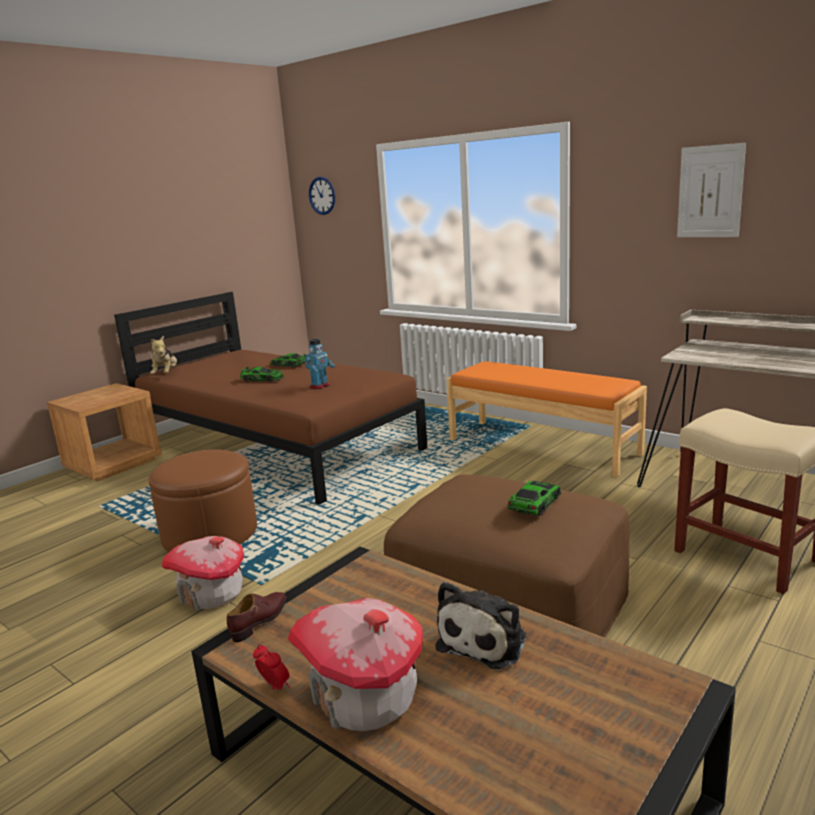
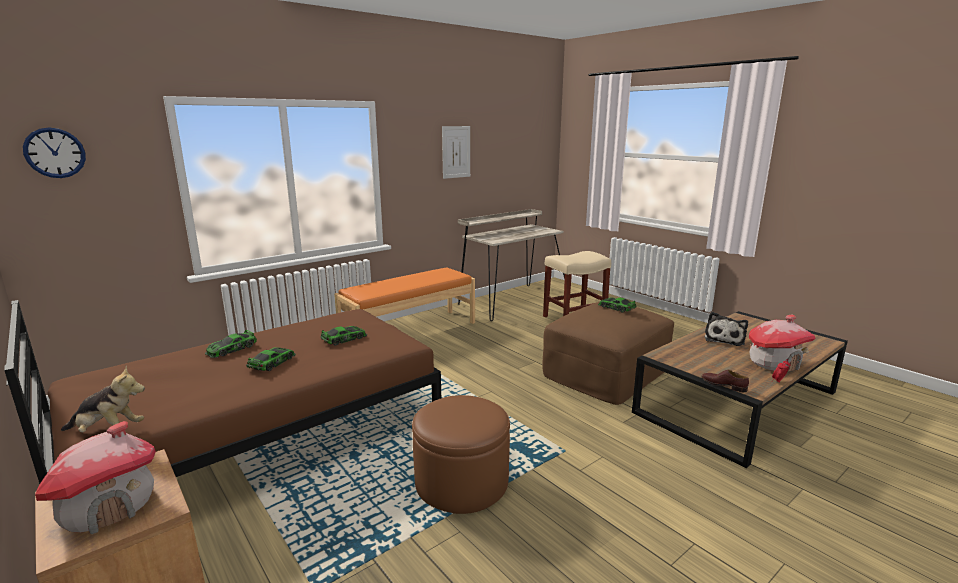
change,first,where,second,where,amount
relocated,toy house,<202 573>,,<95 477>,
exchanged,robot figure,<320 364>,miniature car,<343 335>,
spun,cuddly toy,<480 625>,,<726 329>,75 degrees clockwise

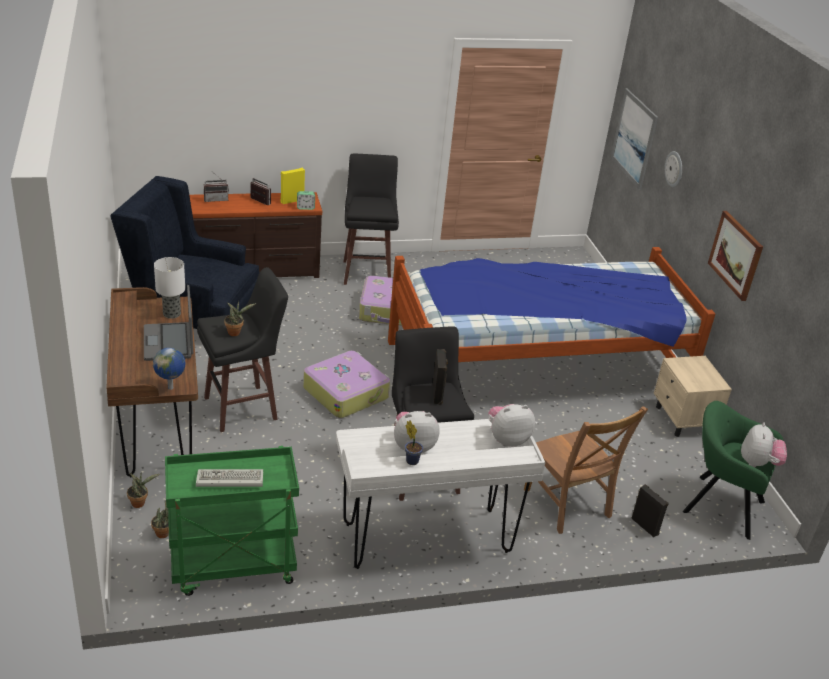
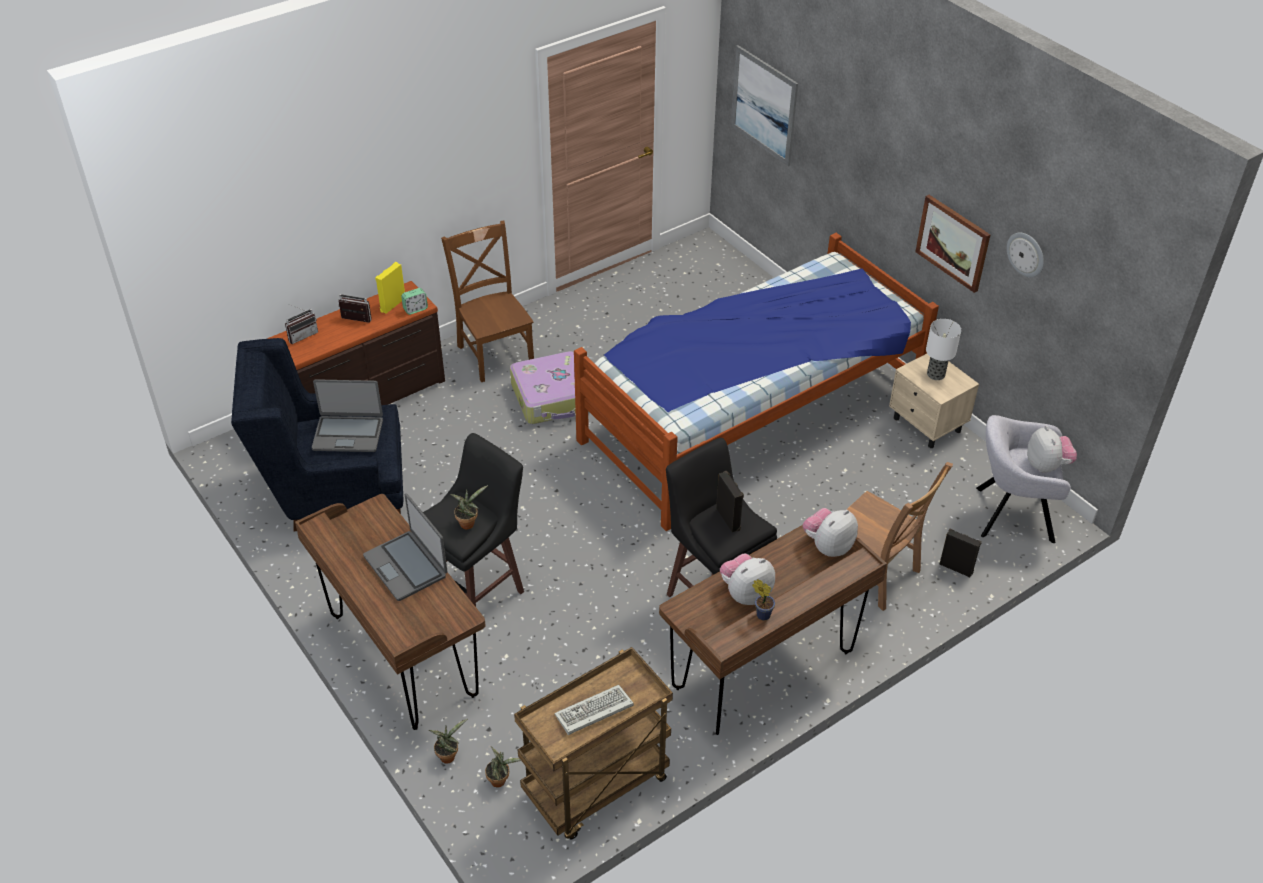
change,first,where,second,where,amount
missing,world globe,<169 369>,,,
missing,travel case,<346 384>,,,
appeared,,,portable computer,<347 415>,
relocated,lamp for a table,<169 288>,,<943 349>,
relocated,wall clock,<673 169>,,<1025 255>,
exchanged,blackish stool seat,<371 219>,brown-coloured chair,<487 301>,
colour,greenish trolley,<232 521>,brown-coloured trolley,<593 743>,
colour,whitish desk,<440 494>,brown-coloured desk,<773 630>,
colour,greenish lounge chair,<733 470>,grey lounge chair,<1023 479>,

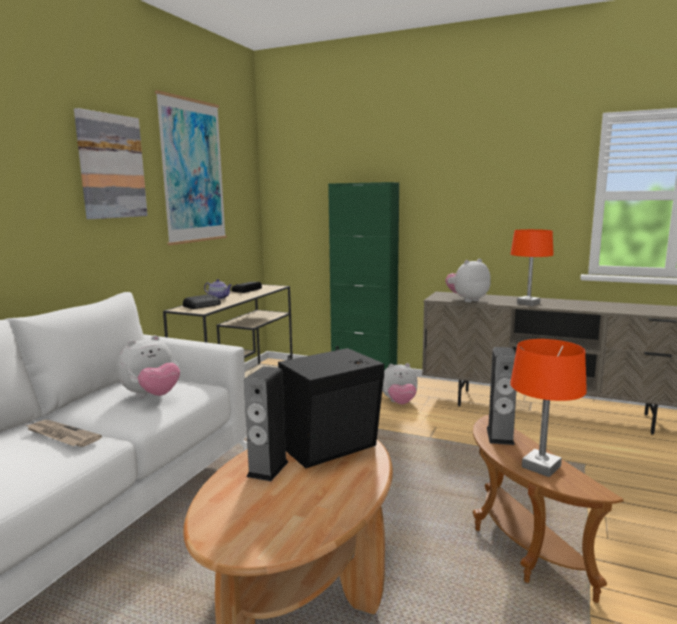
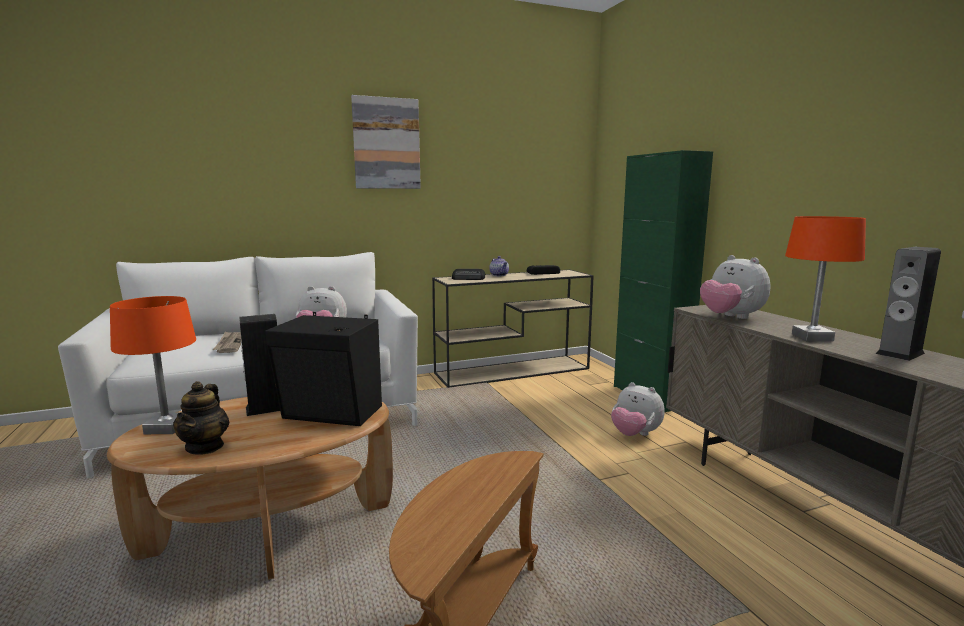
change,first,where,second,where,amount
missing,picture,<191 167>,,,
appeared,,,pot for tea,<201 418>,
relocated,loudspeaker,<501 396>,,<908 304>,
relocated,orange lamp for a table,<548 408>,,<153 365>,
spun,cuddly toy,<468 280>,,<735 287>,135 degrees counterclockwise

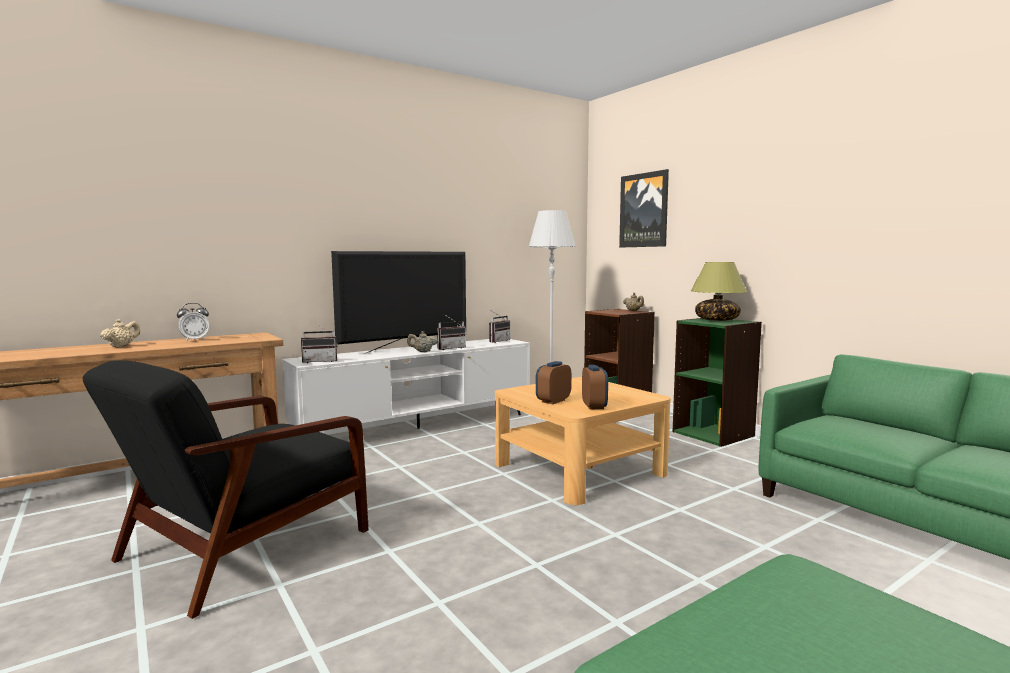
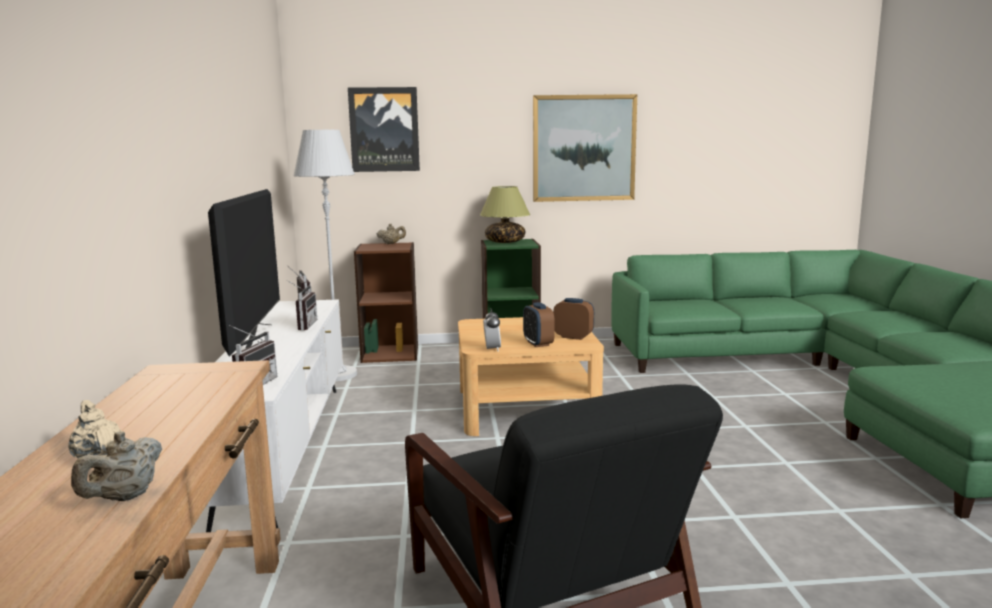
change,first,where,second,where,amount
appeared,,,picture,<585 148>,
relocated,bedside clock,<193 322>,,<492 329>,
relocated,beige-coloured pot for tea,<422 342>,,<116 466>,

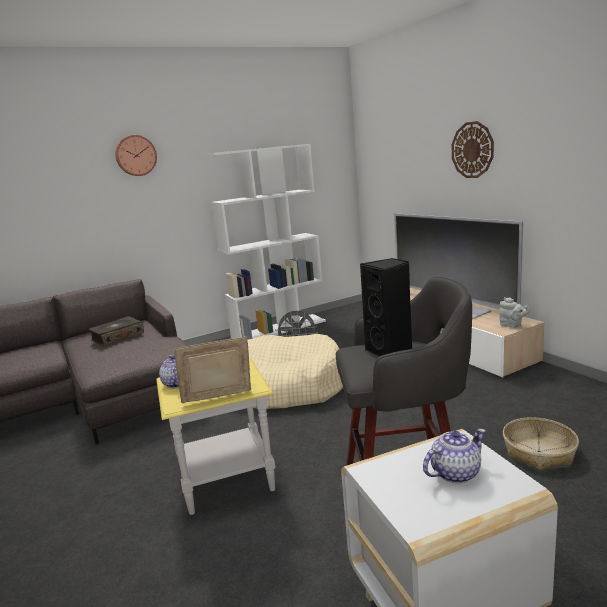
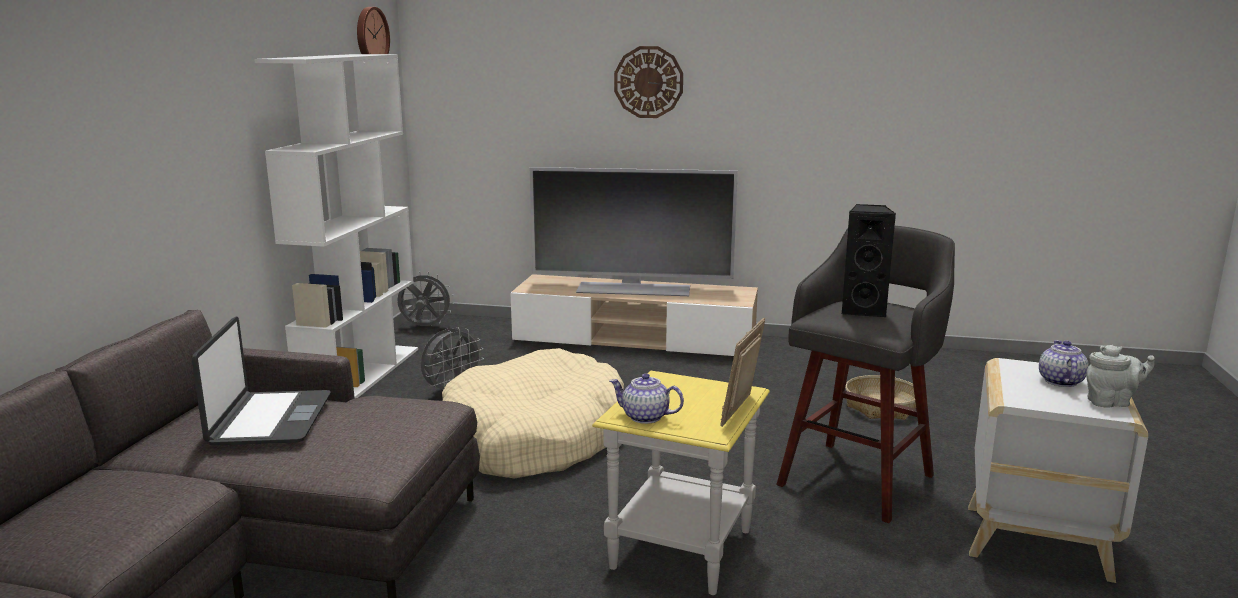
change,first,where,second,where,amount
appeared,,,grey fan,<425 298>,
relocated,wall clock,<136 155>,,<373 30>,
relocated,grey pot for tea,<514 312>,,<1120 376>,
exchanged,bound book,<116 331>,portable computer,<261 381>,

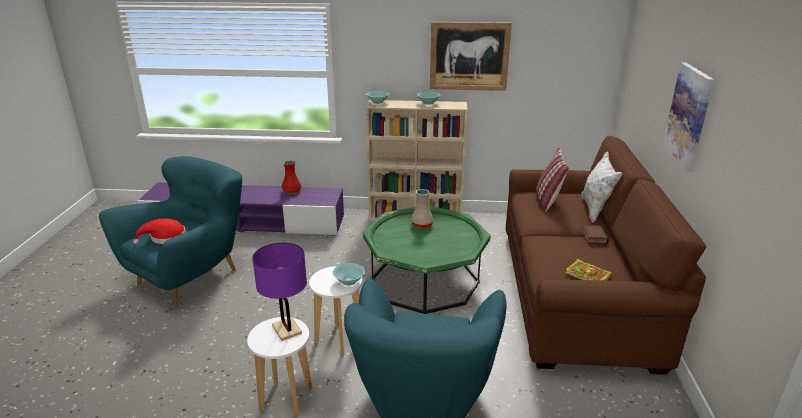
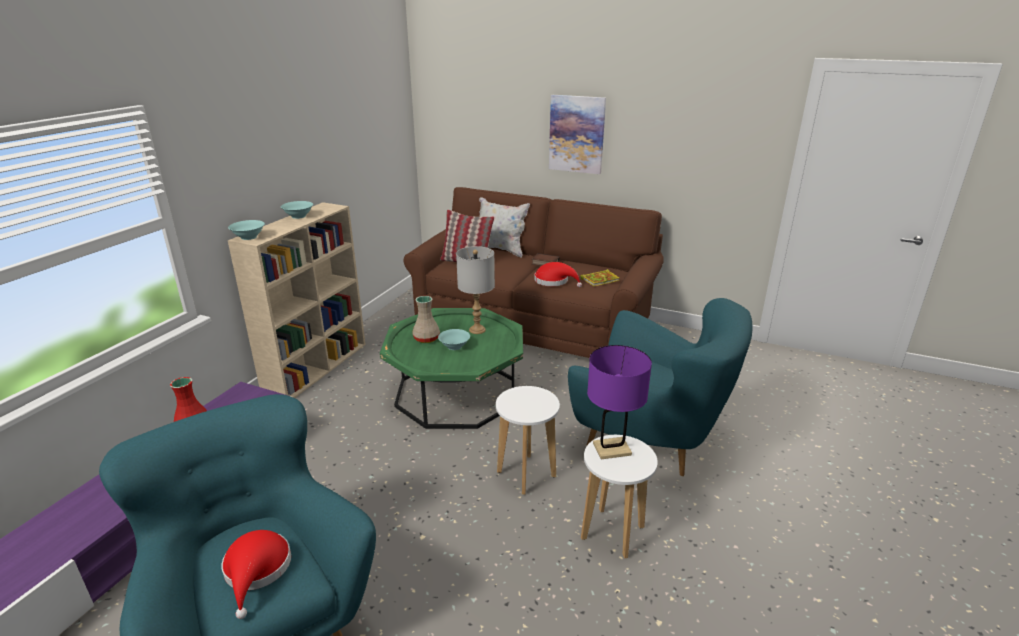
change,first,where,second,where,amount
missing,picture,<471 56>,,,
appeared,,,grey lamp for a table,<475 290>,
appeared,,,reddish clothing hat,<558 274>,
relocated,turquoise bowl,<348 274>,,<454 339>,

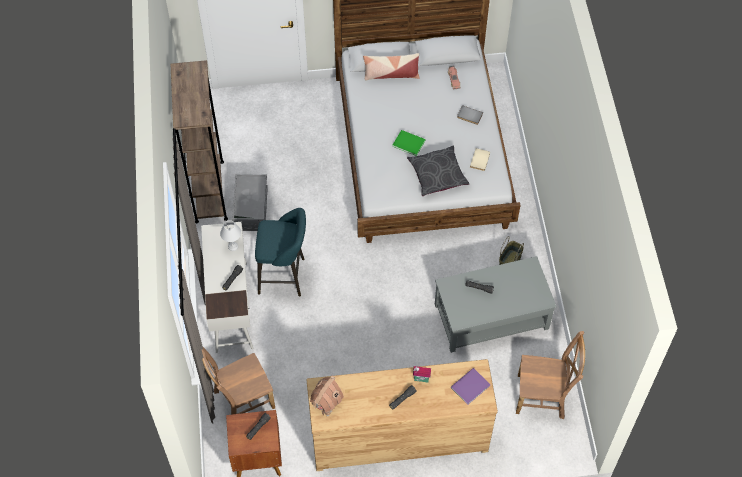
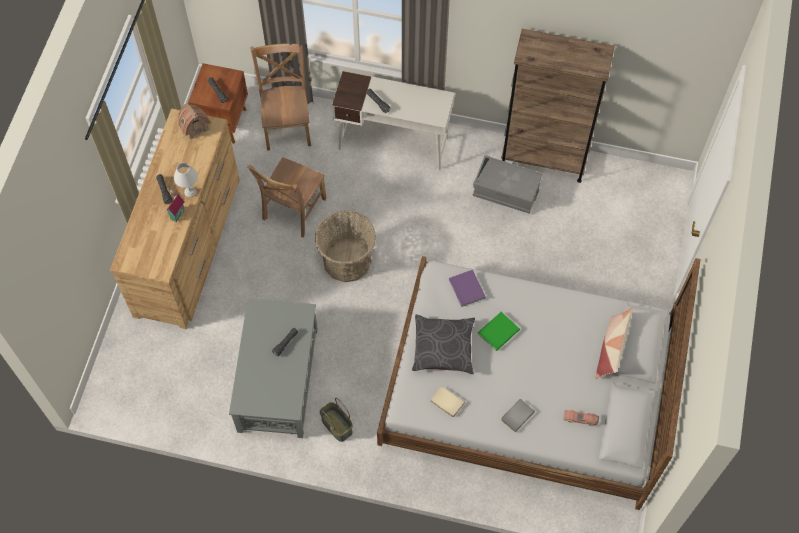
change,first,where,second,where,amount
missing,turquoise stool seat,<280 252>,,,
appeared,,,household basket,<345 246>,
relocated,whitish lamp for a table,<230 235>,,<186 180>,
relocated,purple-coloured bound book,<471 386>,,<467 288>,
relocated,brown-coloured chair,<550 375>,,<286 197>,

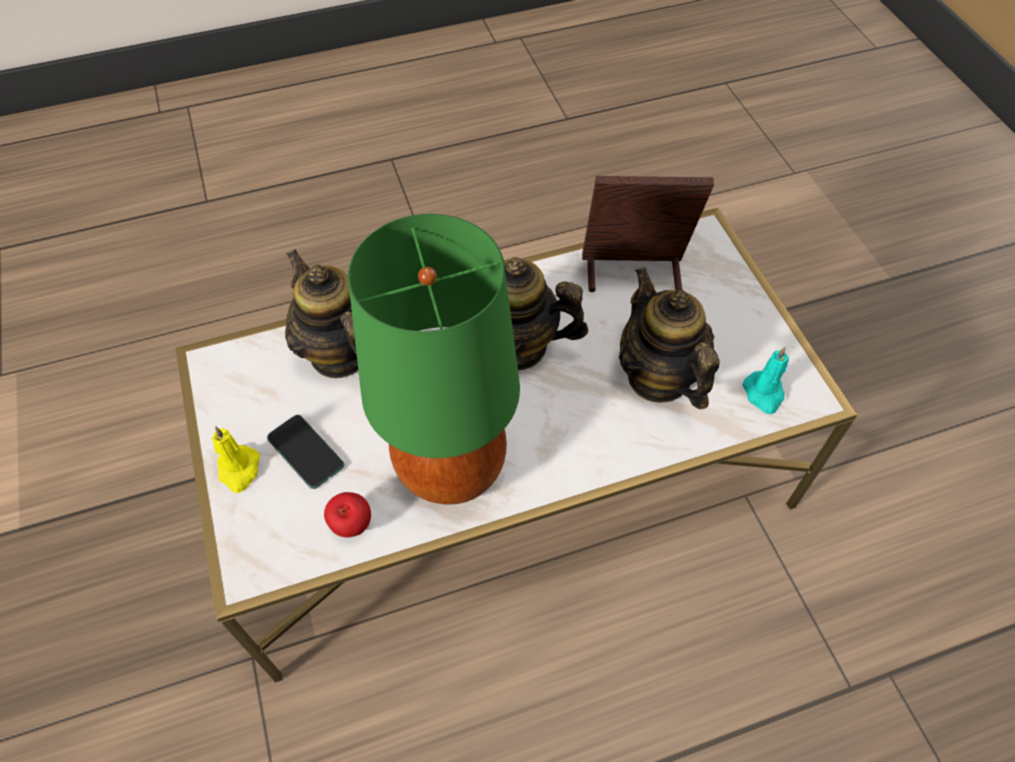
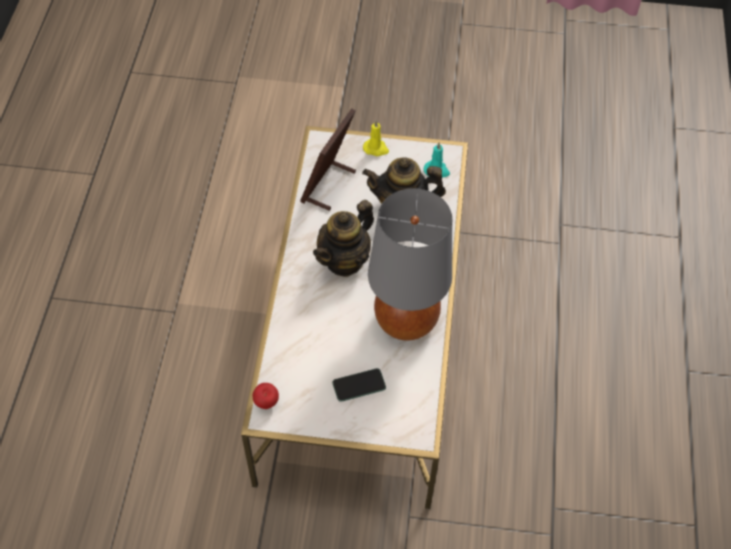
change,first,where,second,where,amount
missing,pot for tea,<321 313>,,,
relocated,yellow-coloured wax light,<236 459>,,<376 138>,
relocated,whole apple,<347 514>,,<266 396>,
colour,greenish lamp for a table,<434 359>,grey lamp for a table,<410 264>,

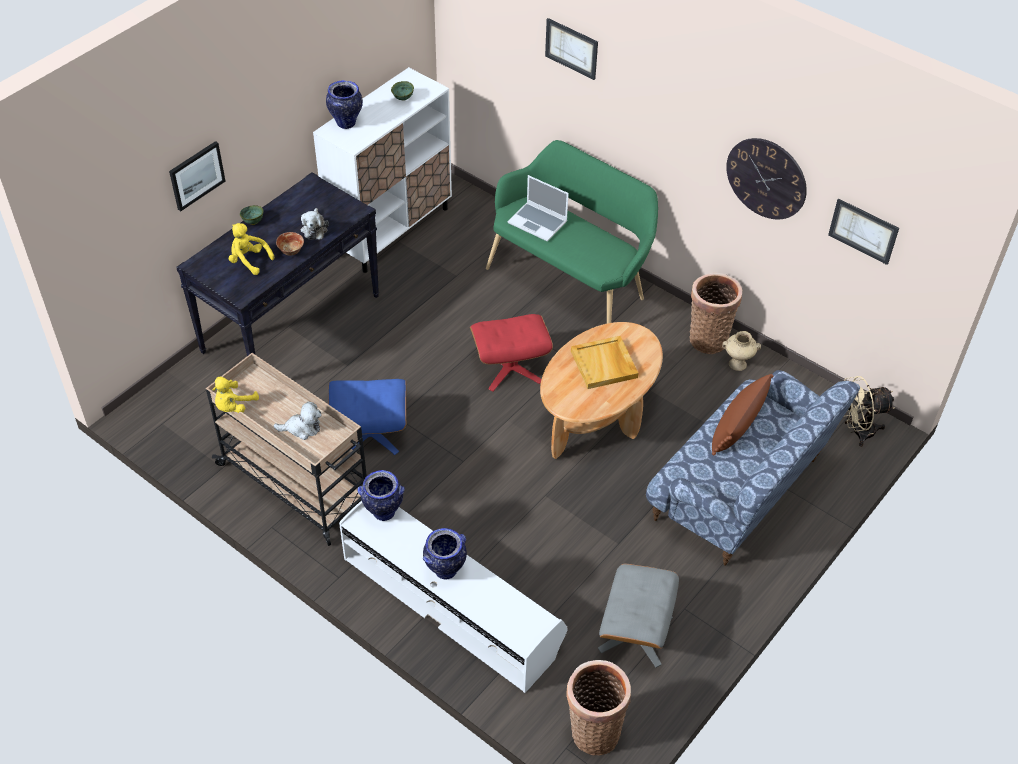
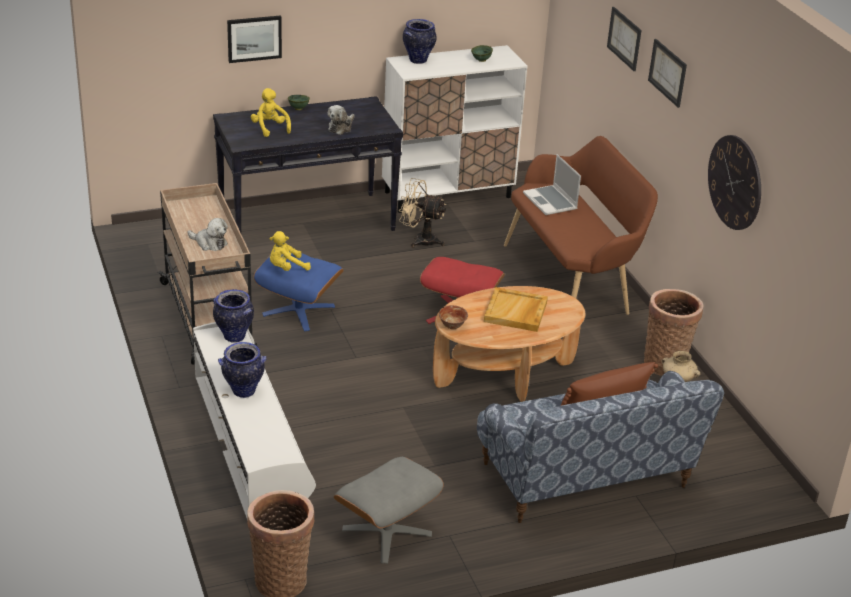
change,first,where,second,where,amount
relocated,yellow-coloured cuddly toy,<235 395>,,<290 251>,
relocated,bowl,<290 244>,,<453 317>,
relocated,picture,<863 231>,,<667 73>,
relocated,beige-coloured fan,<869 411>,,<422 213>,
colour,greenish bench,<572 231>,brown-coloured bench,<581 225>,

